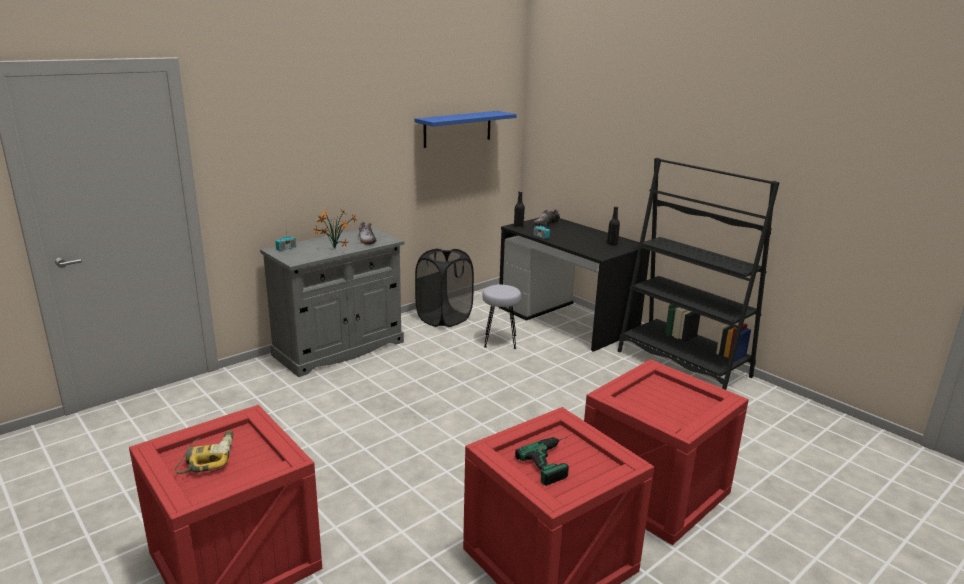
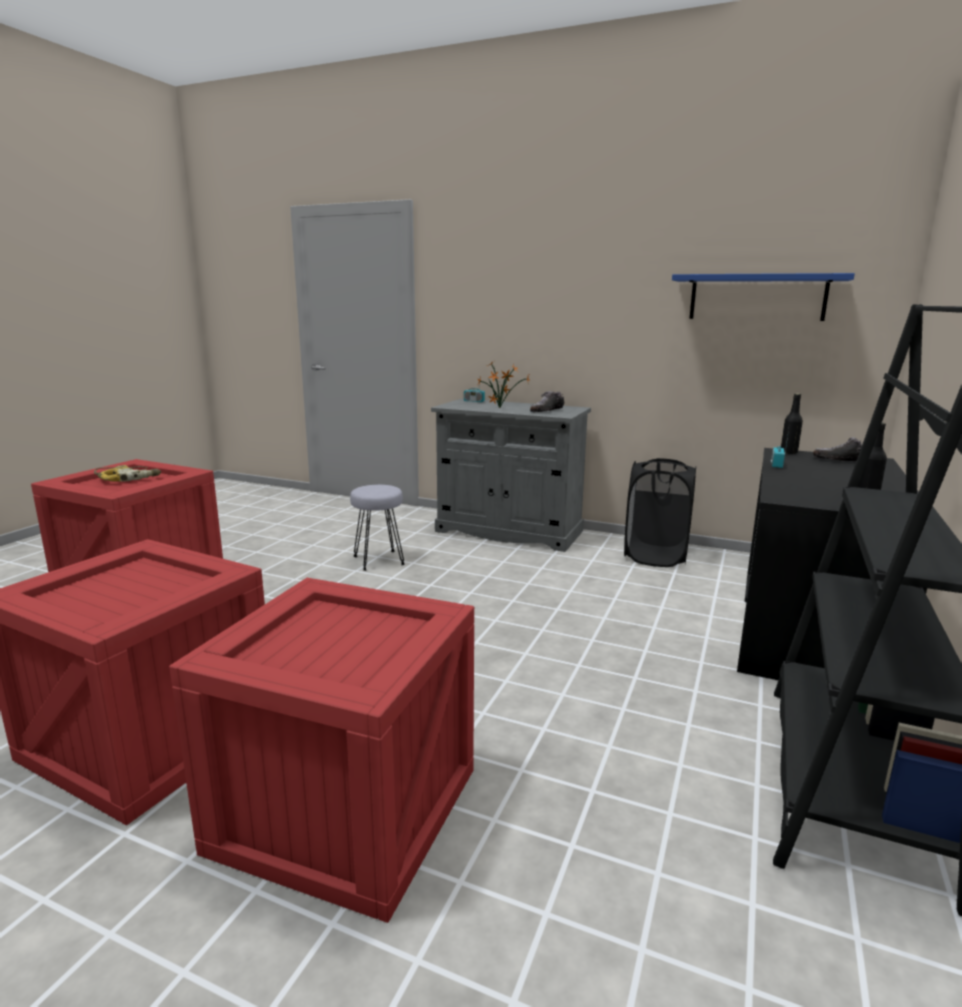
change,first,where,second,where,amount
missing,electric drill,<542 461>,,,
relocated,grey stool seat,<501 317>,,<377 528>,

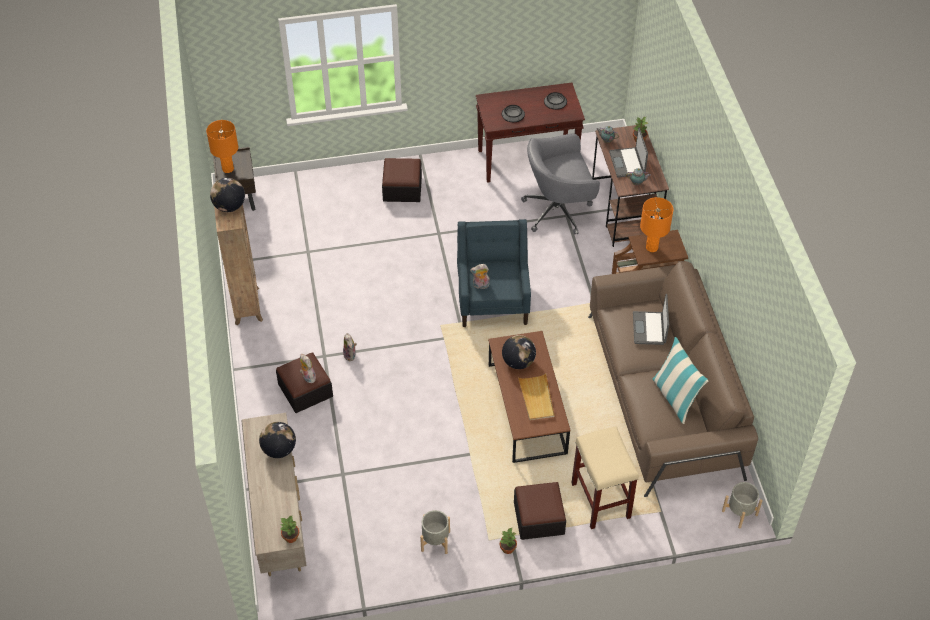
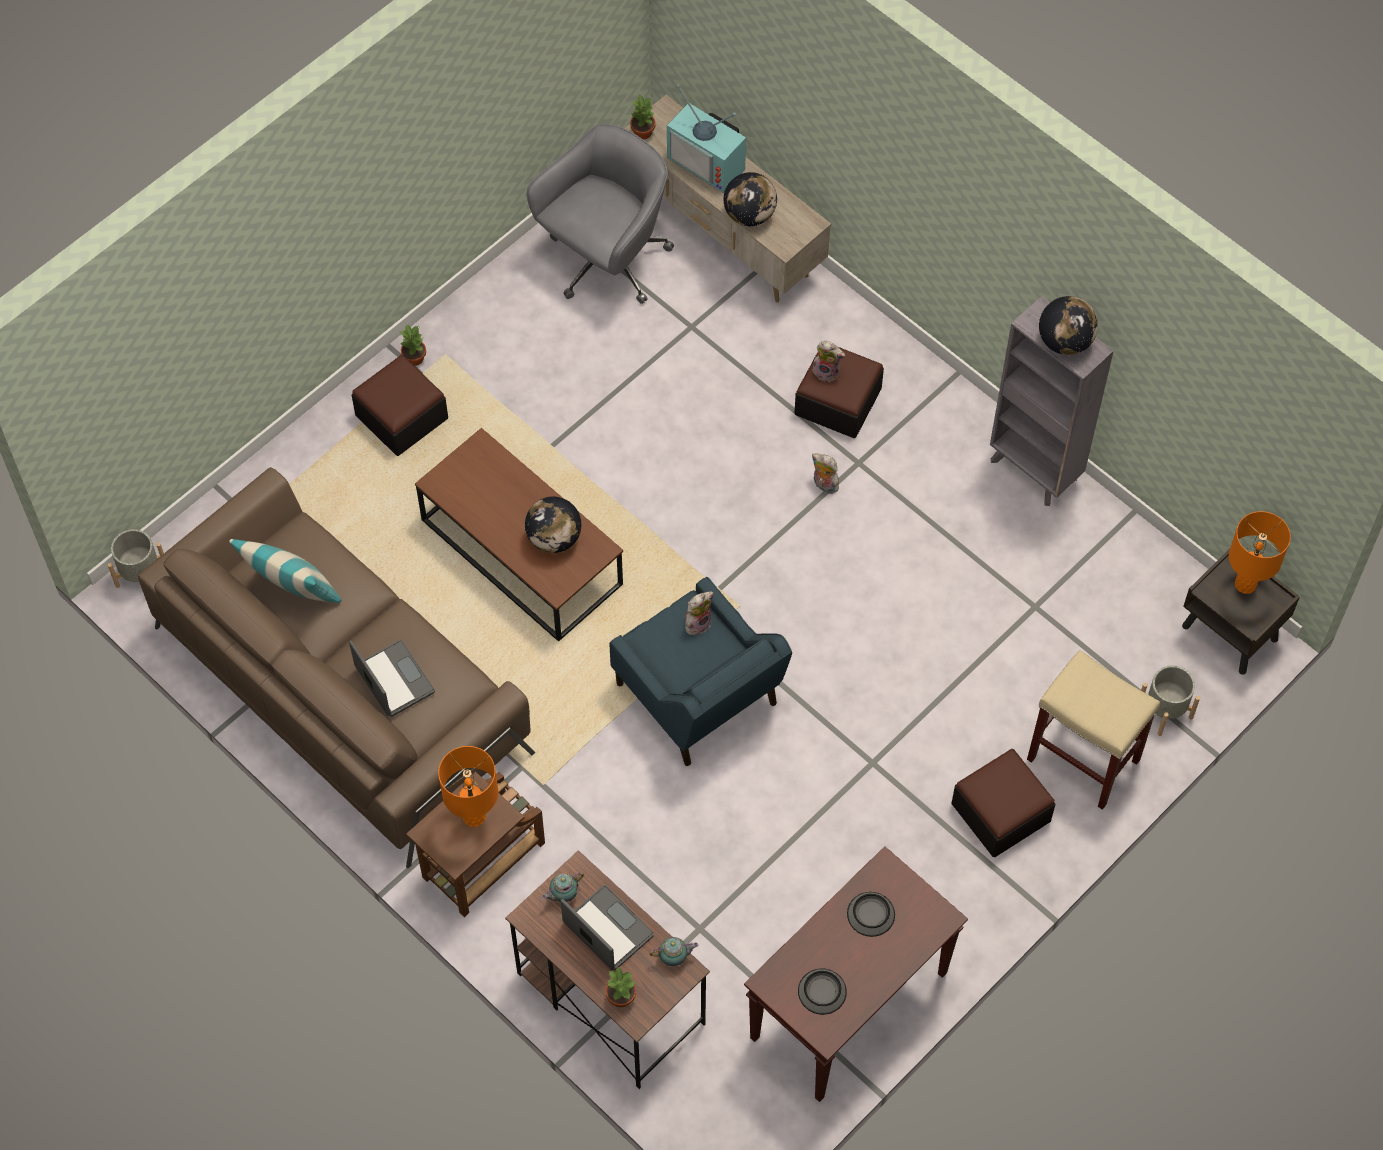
change,first,where,second,where,amount
missing,beige-coloured serving tray,<536 396>,,,
appeared,,,television,<706 138>,
relocated,grey planter,<435 532>,,<1170 700>,
relocated,grey office chair,<560 183>,,<600 214>,
relocated,beige-coloured stool seat,<605 477>,,<1093 730>,
colour,brown-coloured shelving unit,<238 264>,grey shelving unit,<1052 401>,

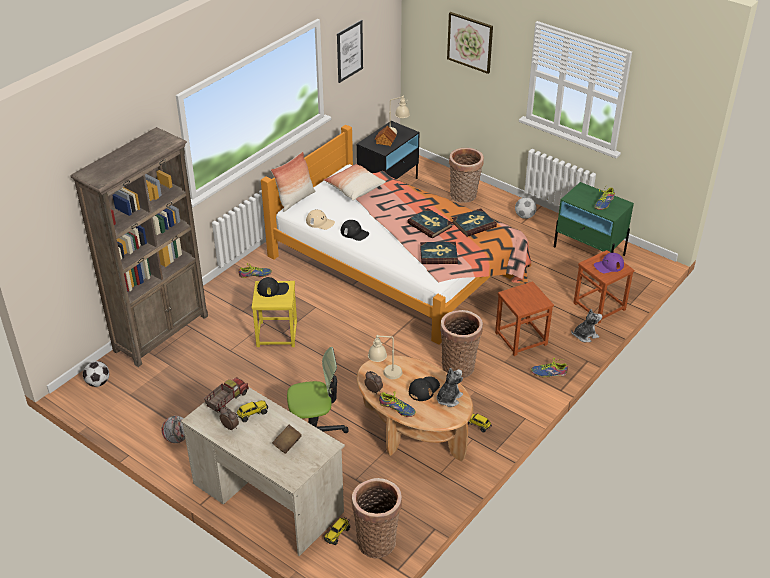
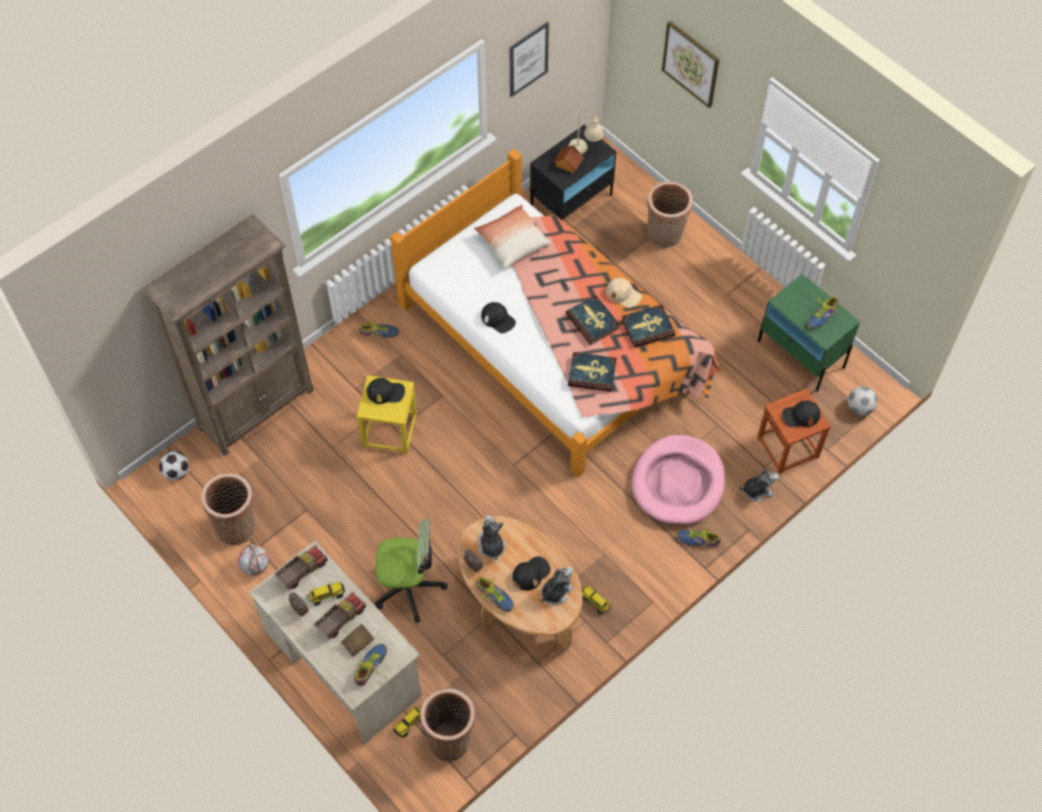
change,first,where,second,where,amount
missing,pillow,<293 182>,,,
appeared,,,toy lorry,<340 615>,
appeared,,,shoe,<370 665>,
relocated,beige-coloured peaked cap,<320 220>,,<624 293>,
relocated,household basket,<461 344>,,<228 509>,
relocated,football,<526 208>,,<863 401>,
exchanged,beige-coloured lamp for a table,<385 357>,cuddly toy,<491 537>,
exchanged,brown-coloured stool seat,<524 318>,pink-coloured dog cushion,<678 480>,
colour,purple-coloured peaked cap,<609 263>,blackish peaked cap,<801 413>,

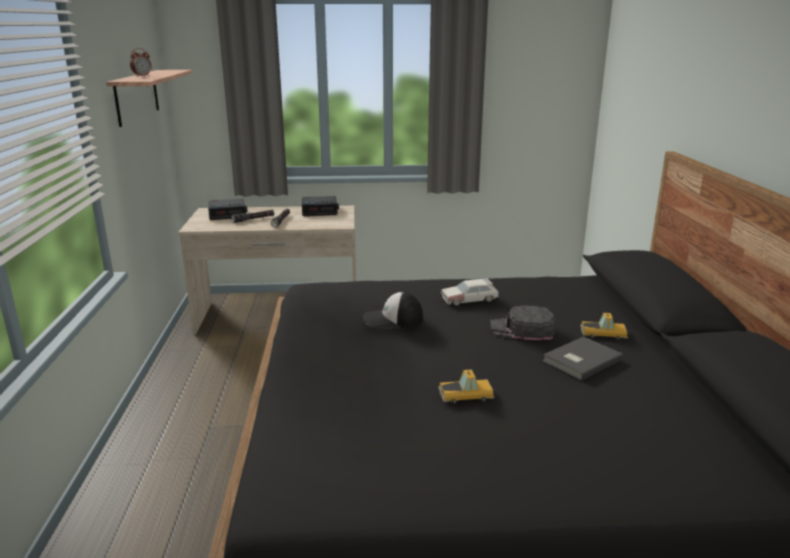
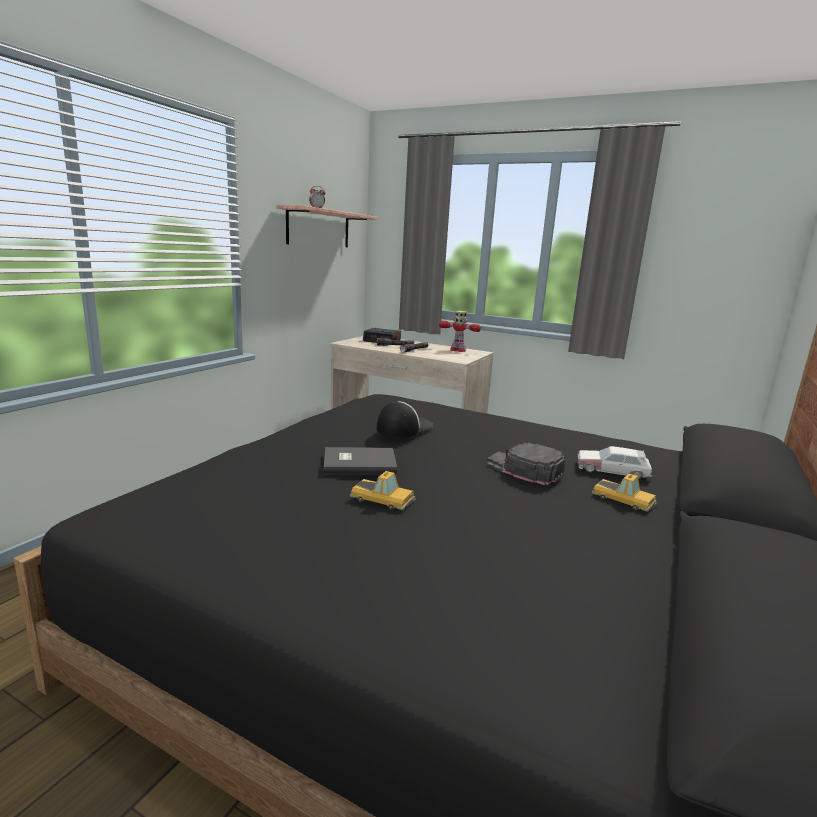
change,first,where,second,where,amount
relocated,miniature car,<470 292>,,<615 462>,
relocated,grey bound book,<582 358>,,<360 461>,
exchanged,bedside clock,<320 206>,robot figure,<460 331>,
spun,peaked cap,<393 310>,,<405 419>,105 degrees clockwise

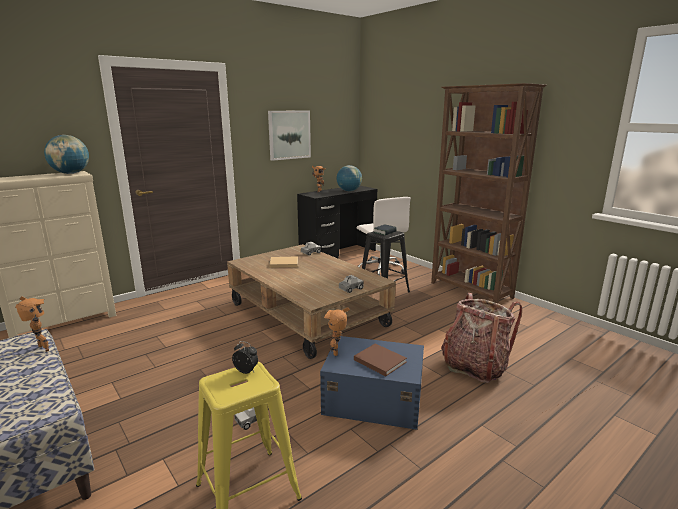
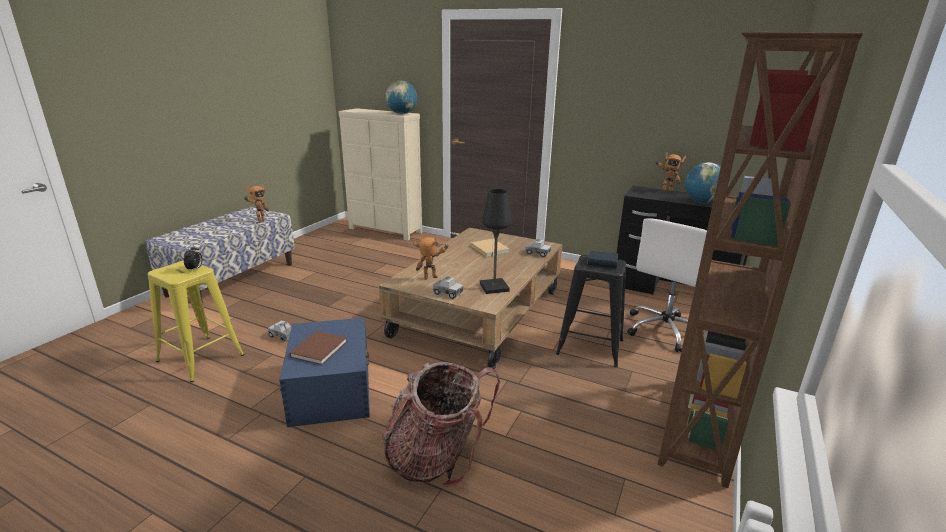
change,first,where,second,where,amount
missing,picture,<289 135>,,,
appeared,,,blackish lamp for a table,<496 241>,
relocated,robot figure,<337 331>,,<431 258>,

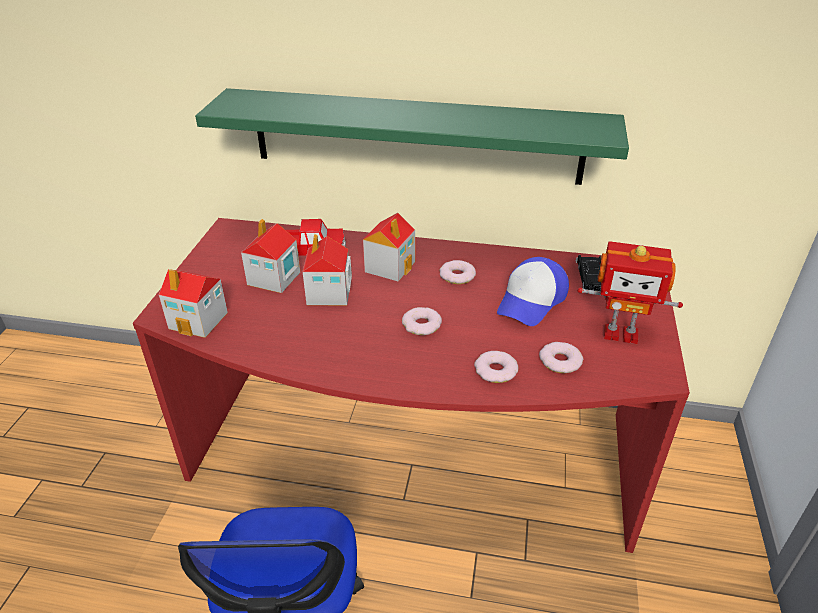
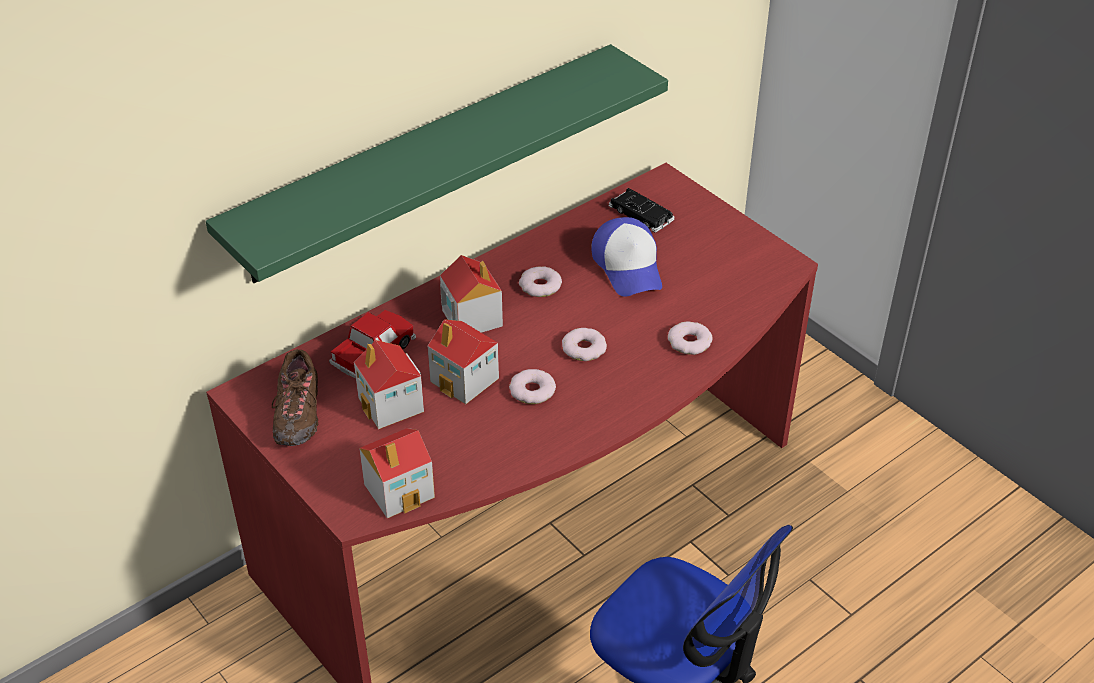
change,first,where,second,where,amount
missing,robot figure,<630 292>,,,
appeared,,,brown-coloured shoe,<295 397>,
relocated,ring doughnut,<561 357>,,<532 386>,

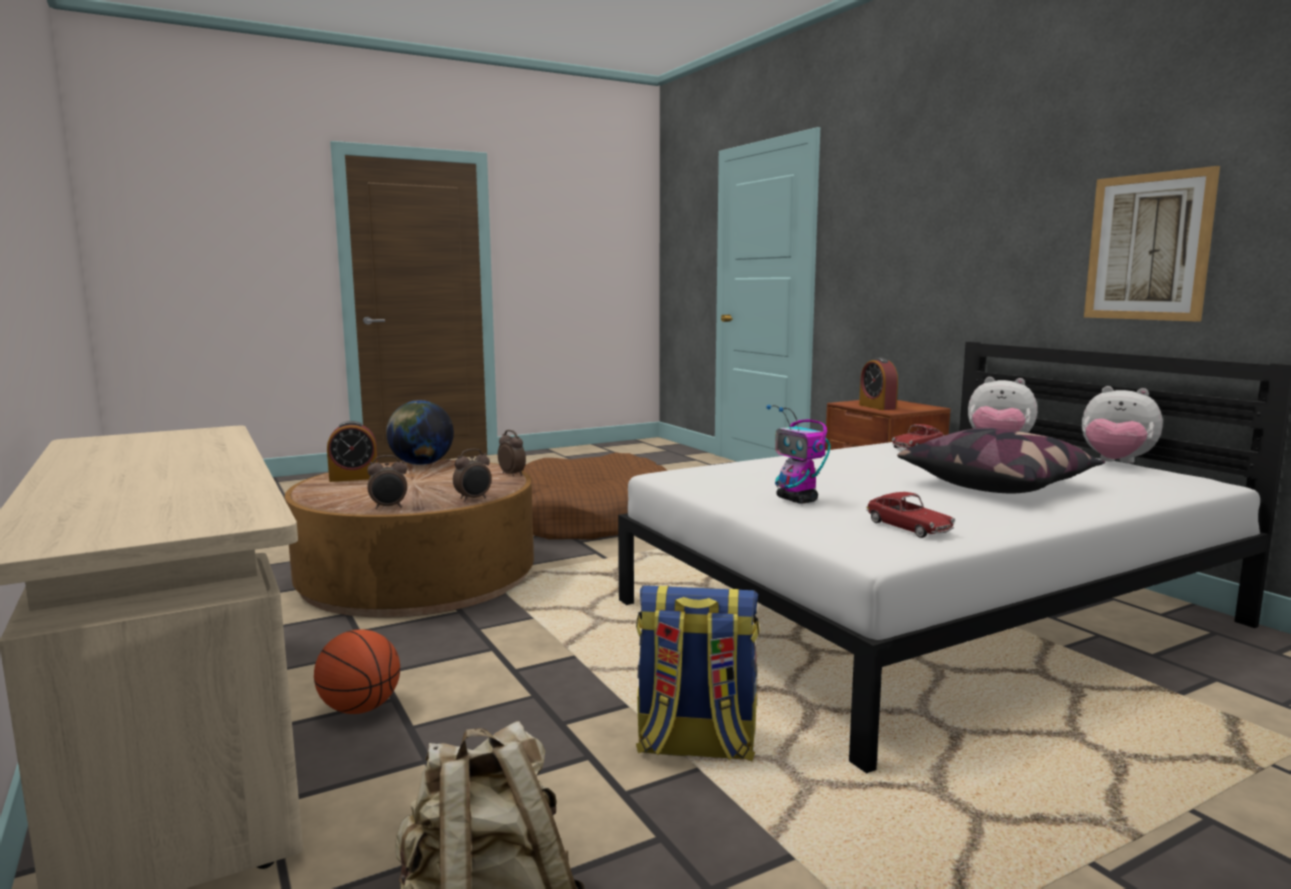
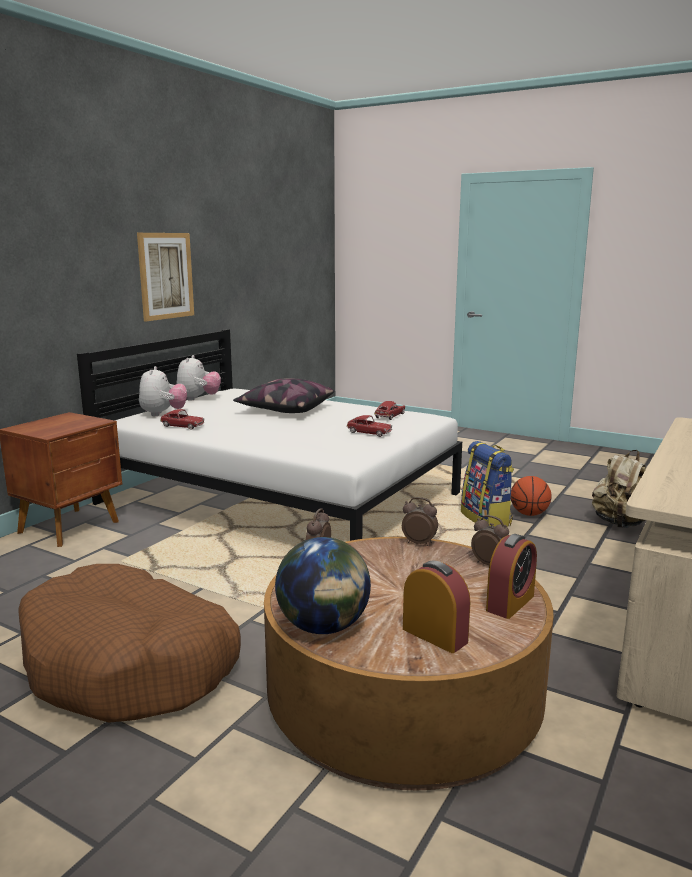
change,first,where,second,where,amount
relocated,basketball ball,<357 671>,,<531 496>,
relocated,bedside clock,<878 384>,,<511 576>,
exchanged,robot figure,<798 454>,miniature car,<369 426>,

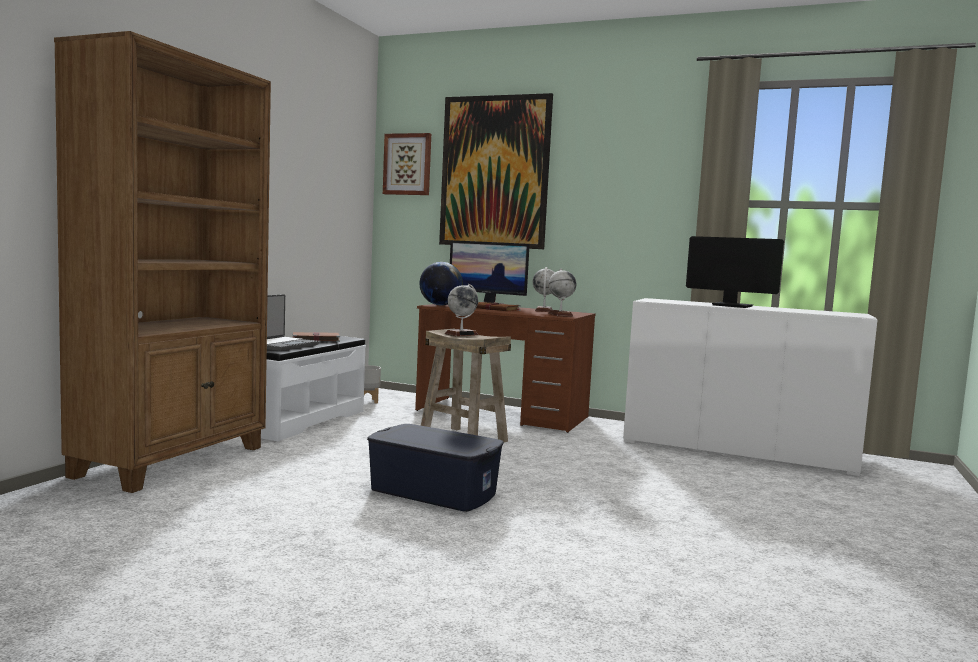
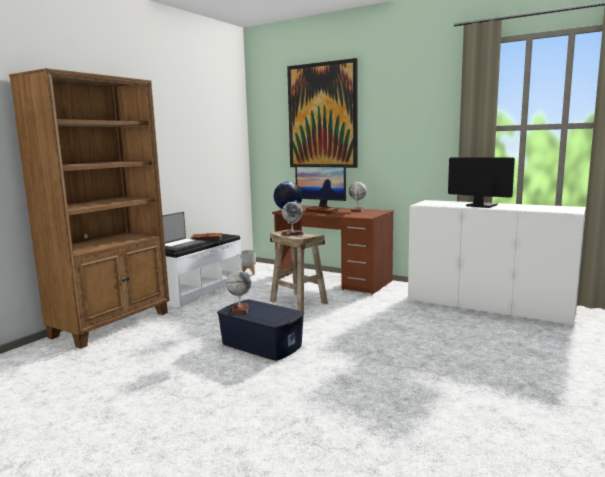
change,first,where,second,where,amount
missing,picture,<407 164>,,,
relocated,world globe,<562 293>,,<238 291>,

